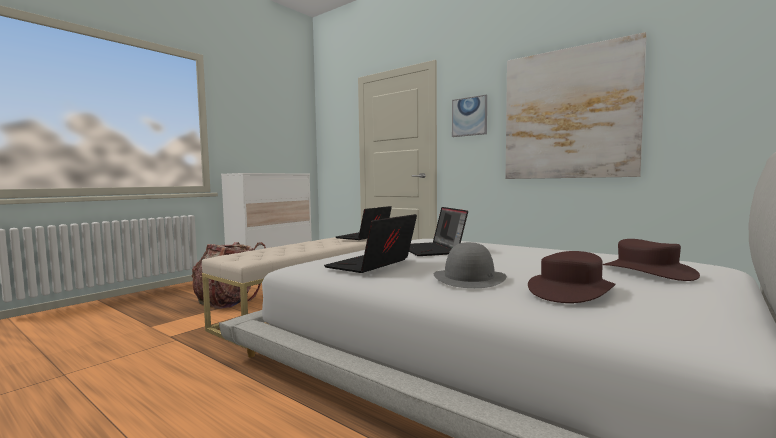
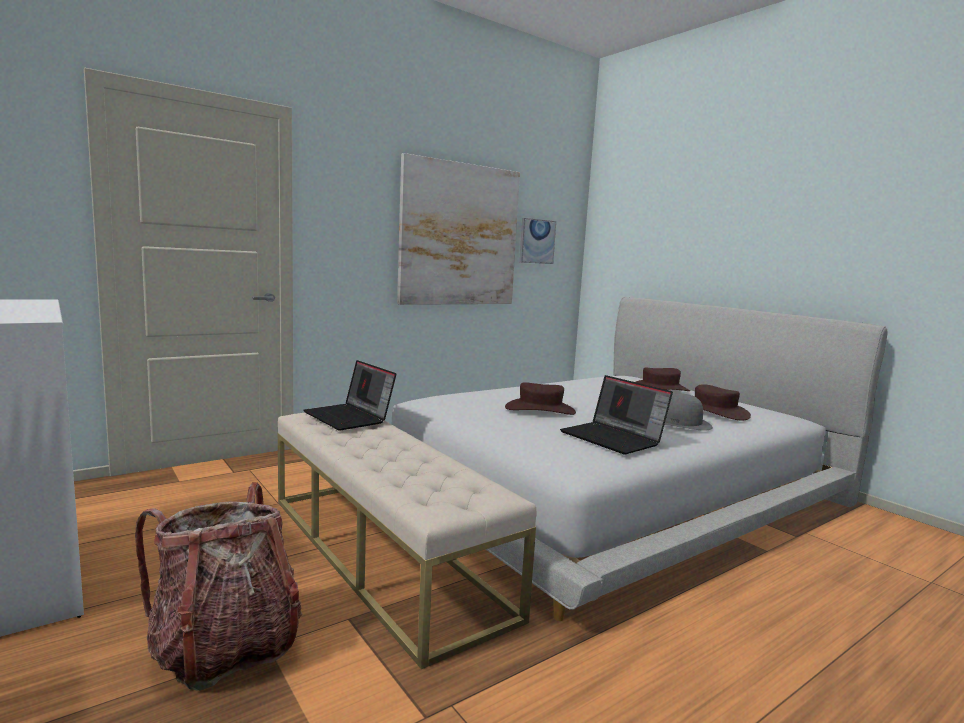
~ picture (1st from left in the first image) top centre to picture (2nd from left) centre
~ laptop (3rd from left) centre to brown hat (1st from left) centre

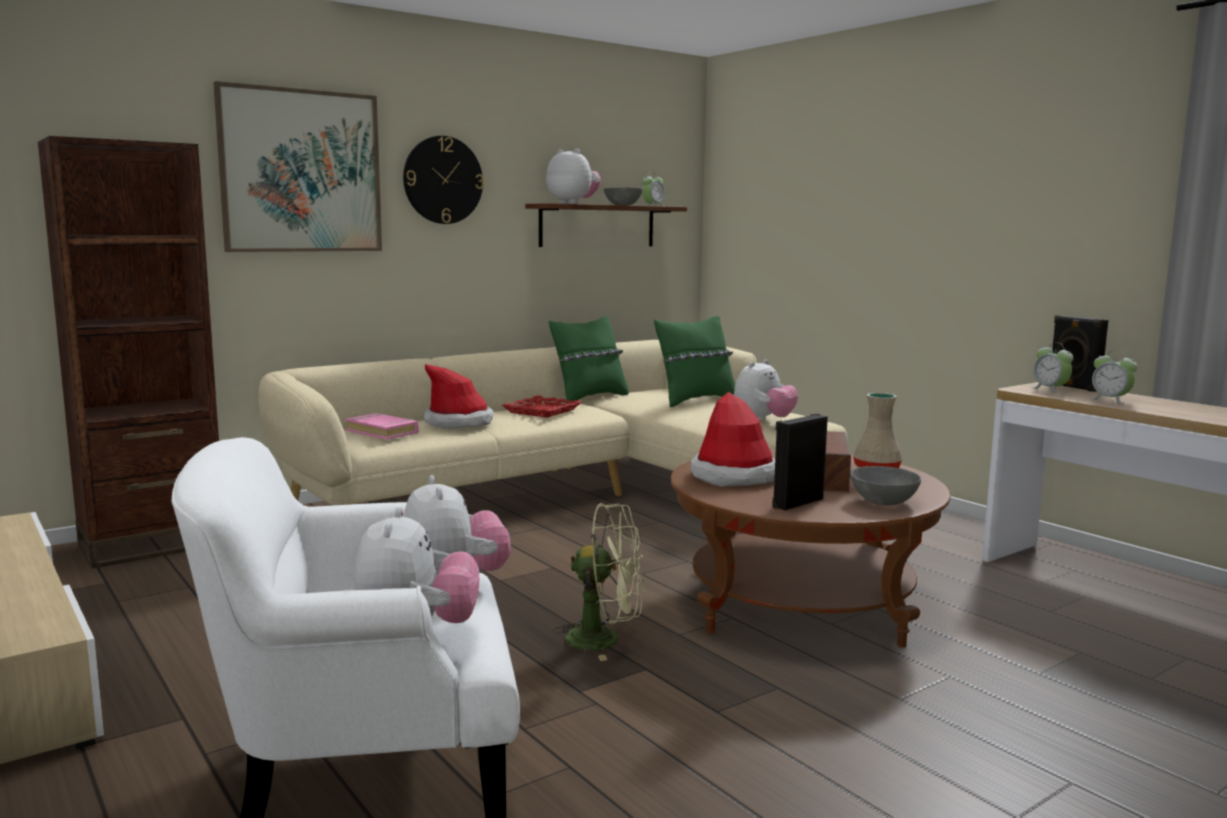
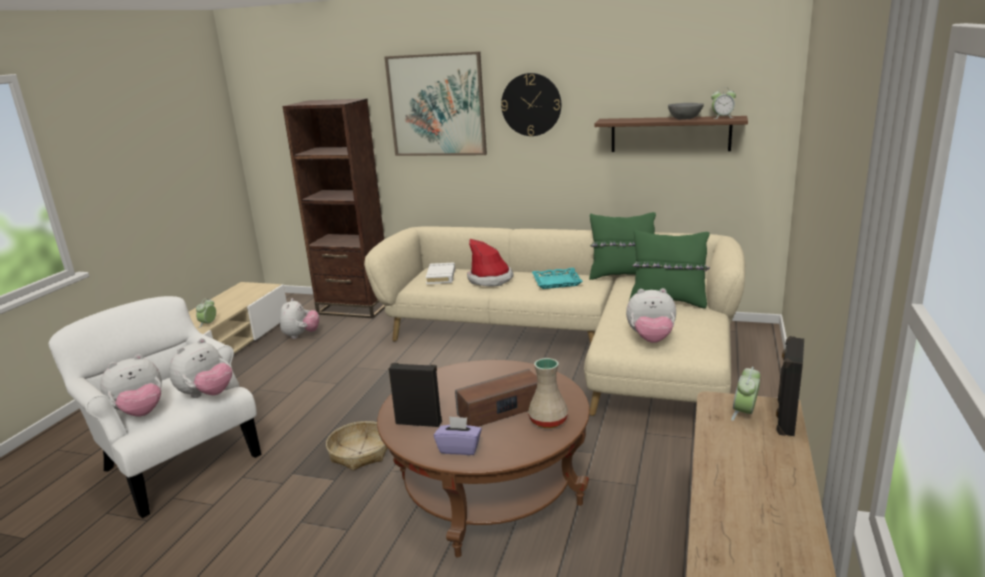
- hat (2nd from left) centre
~ plush toy (3rd from left) top centre to middle left
~ alarm clock (3rd from left in the first image) middle right to alarm clock (1st from left) middle left
~ green fan bottom centre to basket bottom centre
~ grey bowl (2nd from left) middle right to purple tissue box bottom centre
~ pink book middle left to white book centre
~ red tray centre to turquoise tray centre

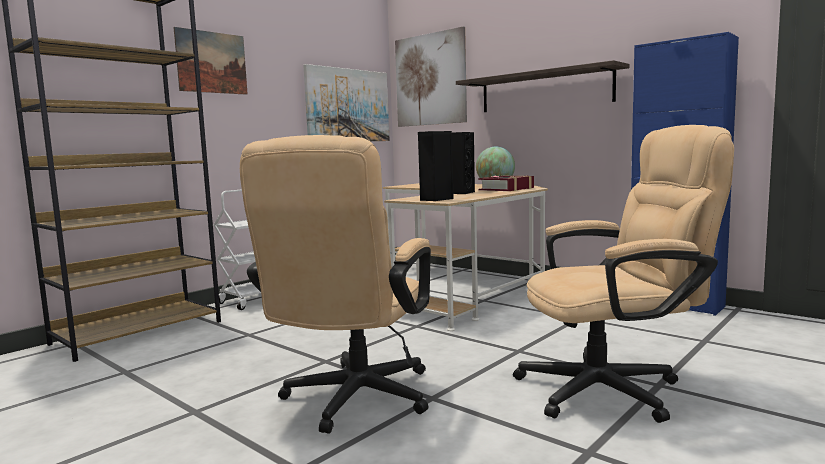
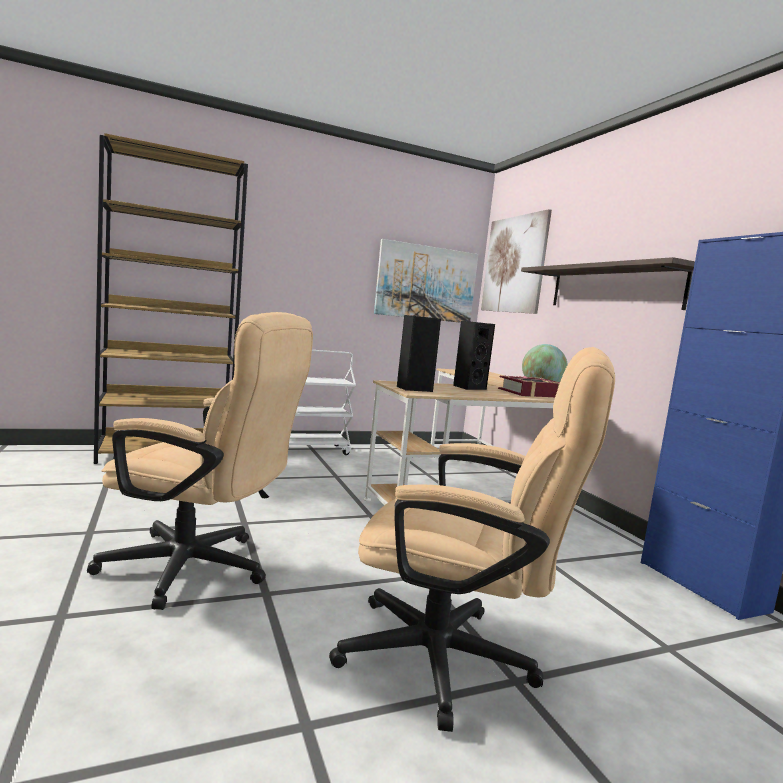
- picture (1st from left) top left
~ beige office chair (1st from left) centre = middle left 120 degrees counterclockwise

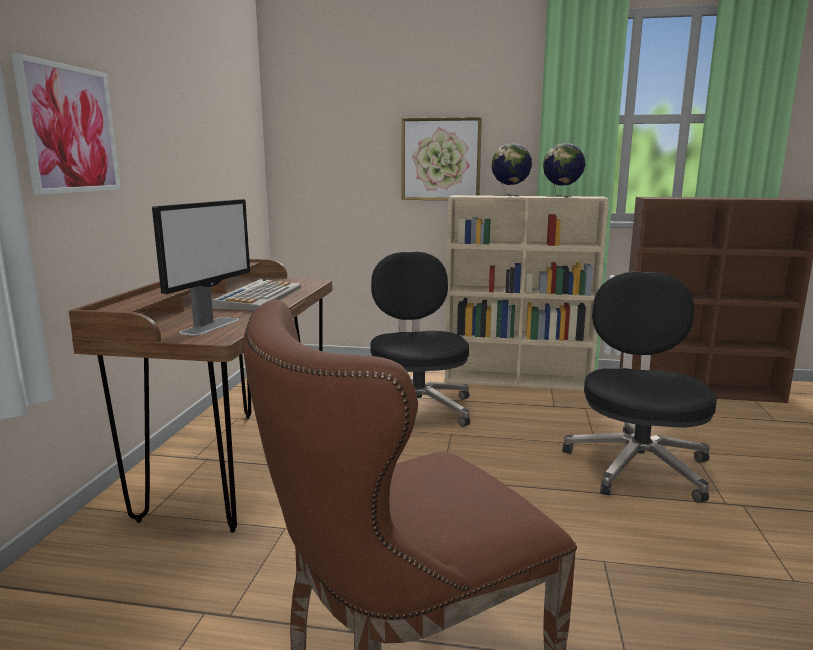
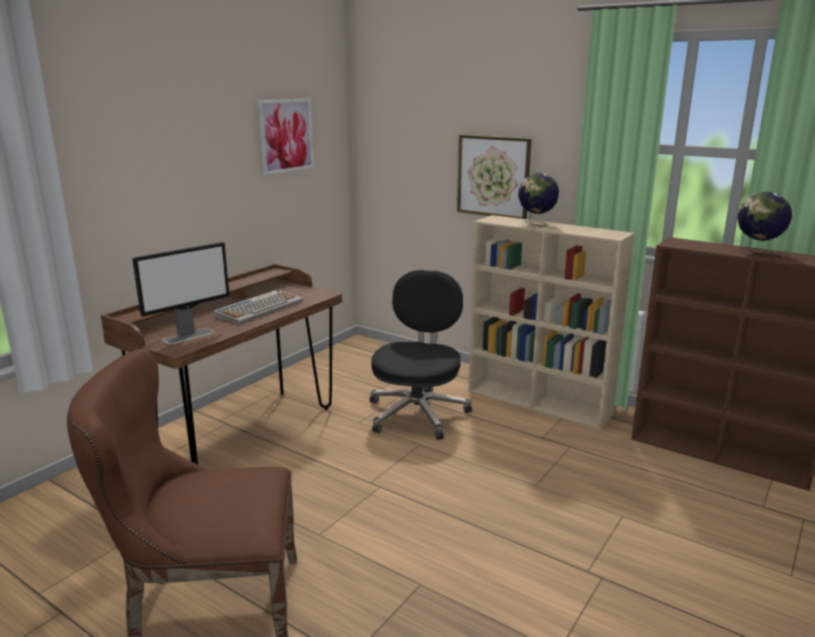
- black office chair (2nd from left) middle right
~ picture (1st from left) top left to top centre
~ globe (2nd from left) top right to middle right

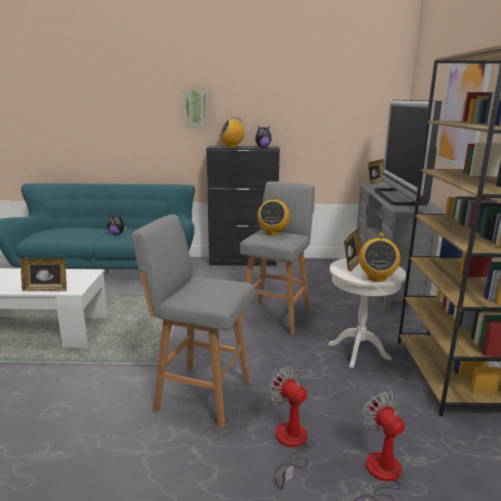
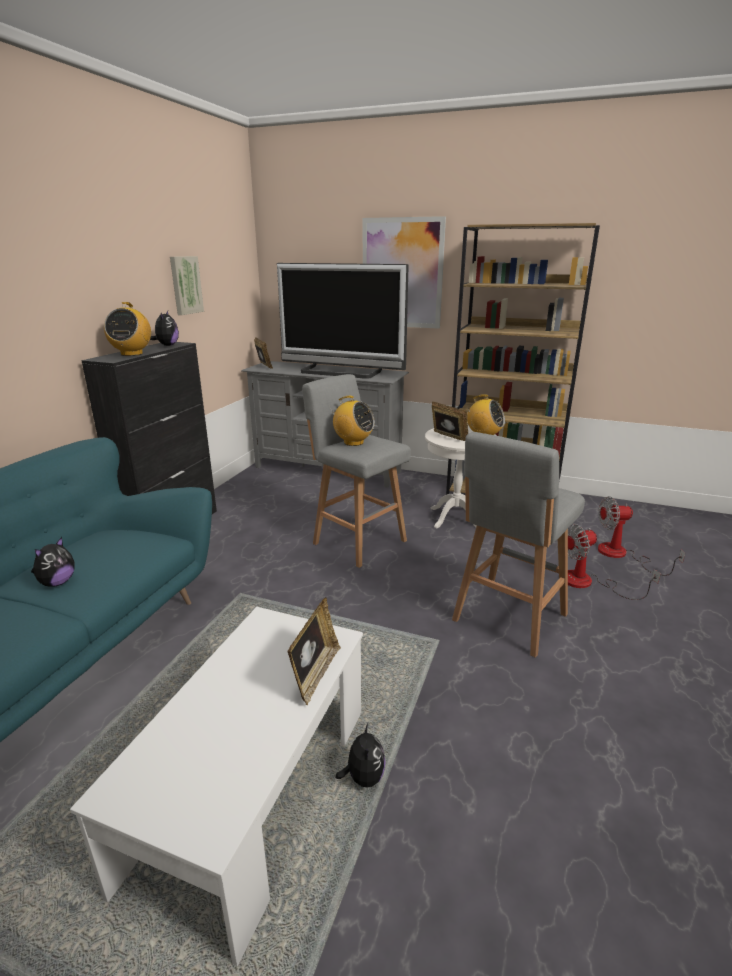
+ plush toy (3rd from left) bottom centre
~ picture (1st from left) top centre to top left

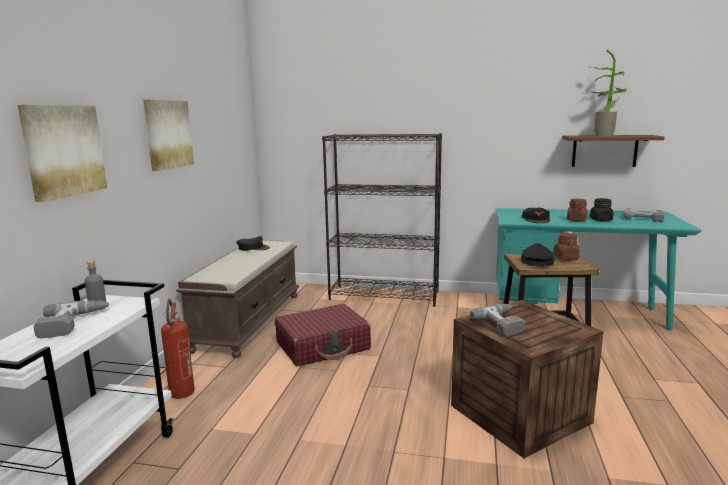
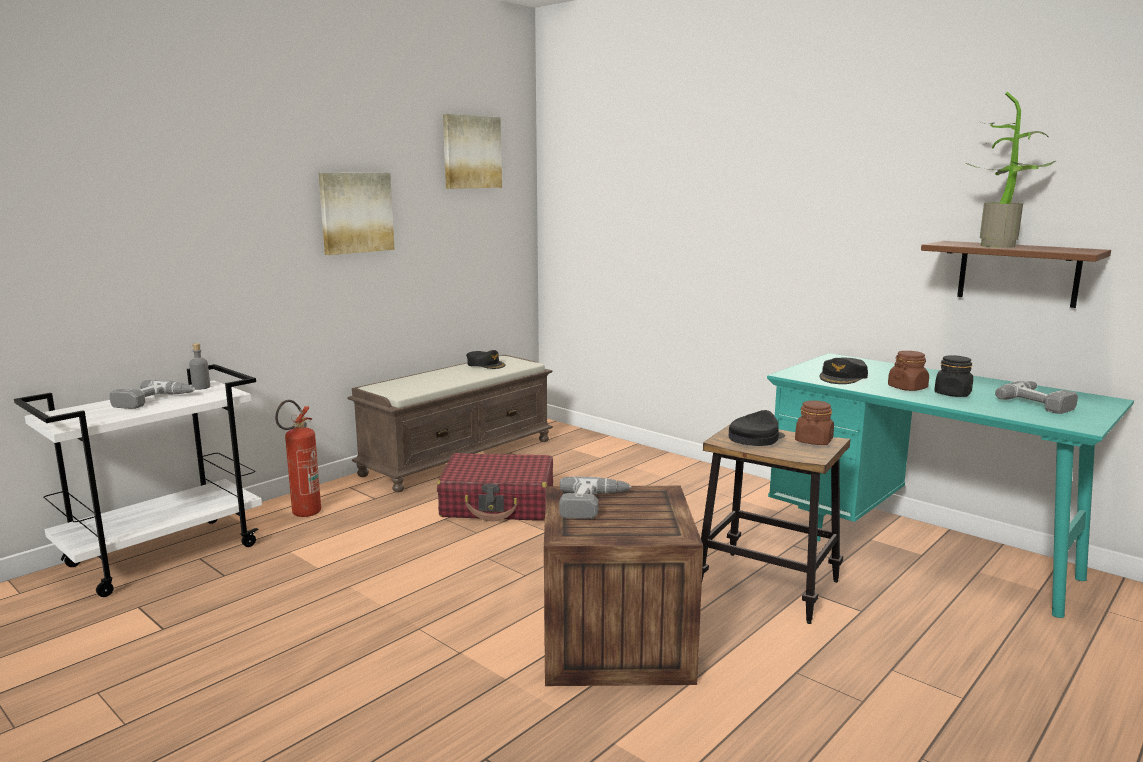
- black bookcase centre
~ picture (1st from left in the first image) top left to picture (2nd from left) top centre

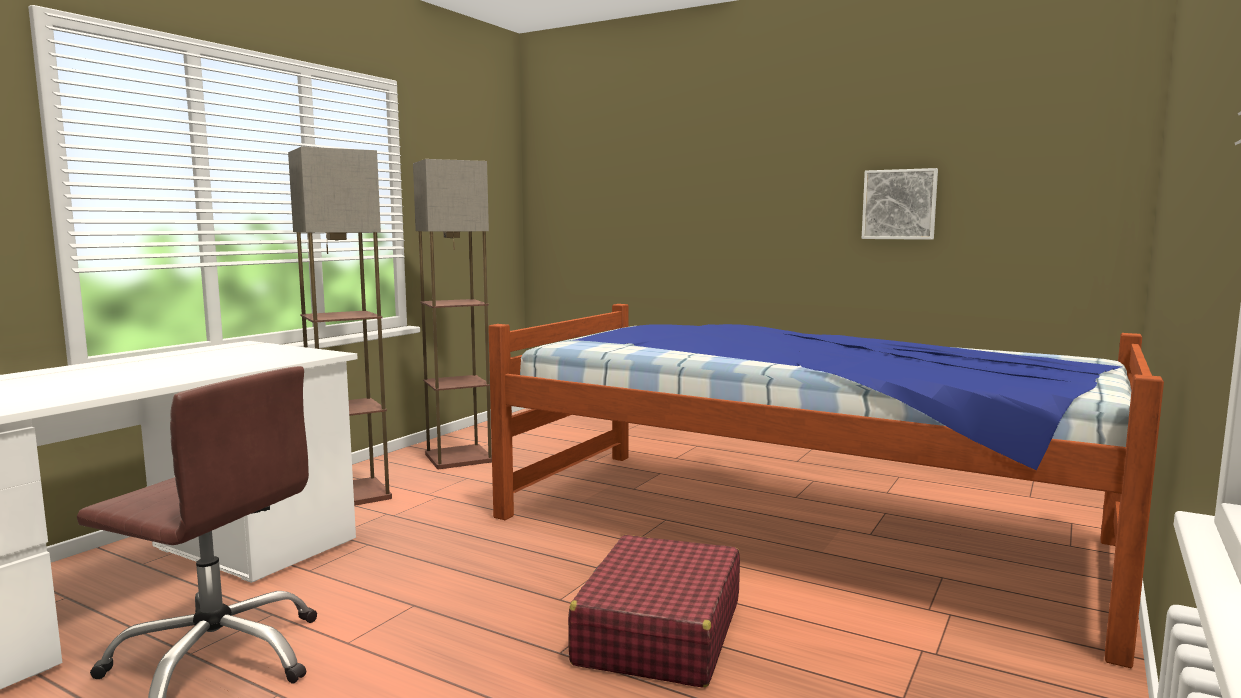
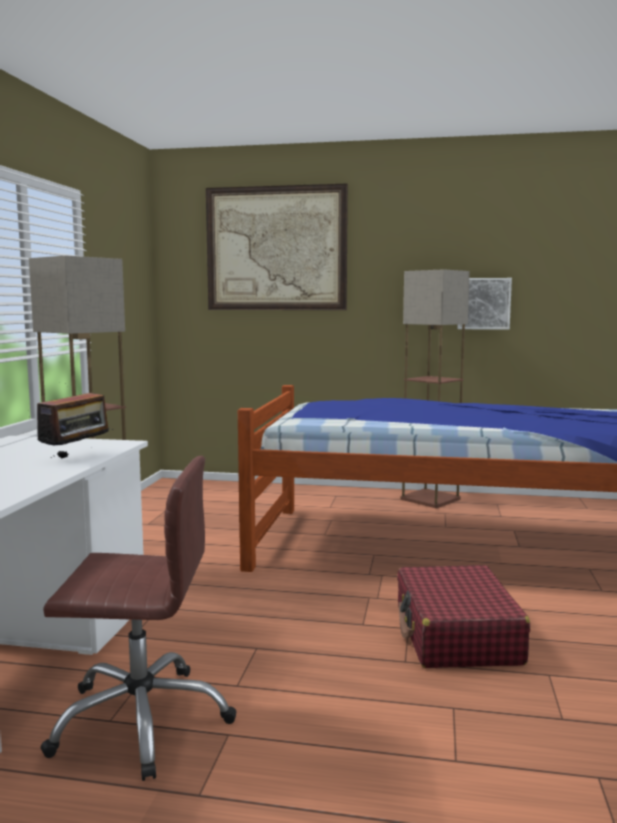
+ radio middle left
+ picture (1st from left) top centre
~ floor lamp (2nd from left) centre to middle right

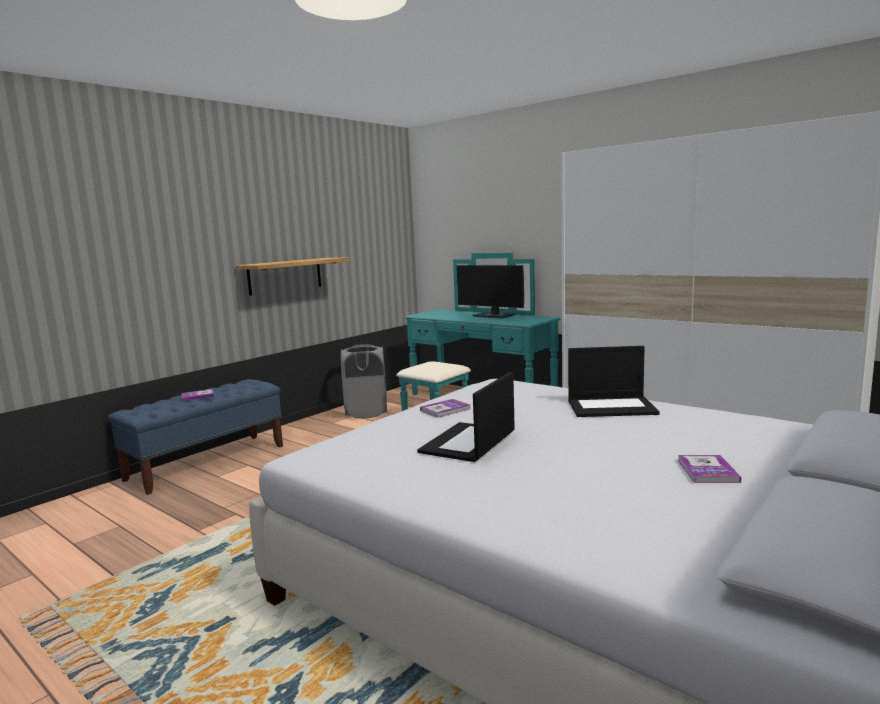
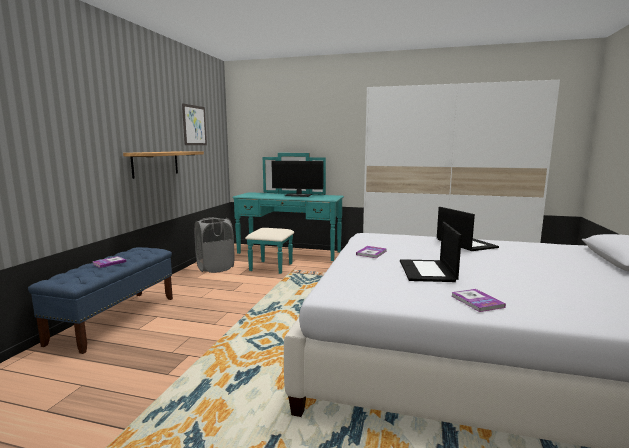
+ picture top left
~ book (3rd from left) middle right to bottom right
~ laptop (2nd from left) middle right = middle right 90 degrees counterclockwise

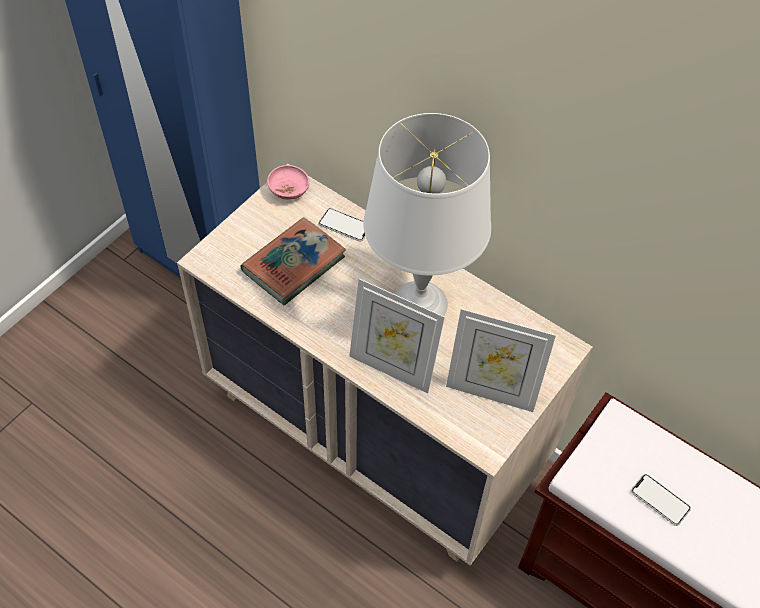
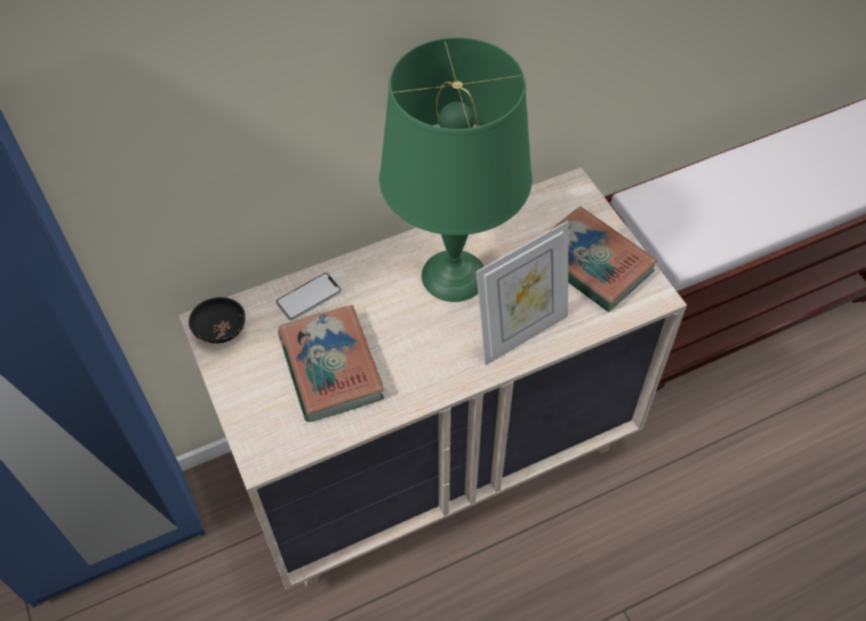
- phone (2nd from left) bottom right
~ picture frame (2nd from left) centre to book (2nd from left) middle right
~ pink bowl top centre to black bowl middle left
~ white table lamp centre to green table lamp top centre

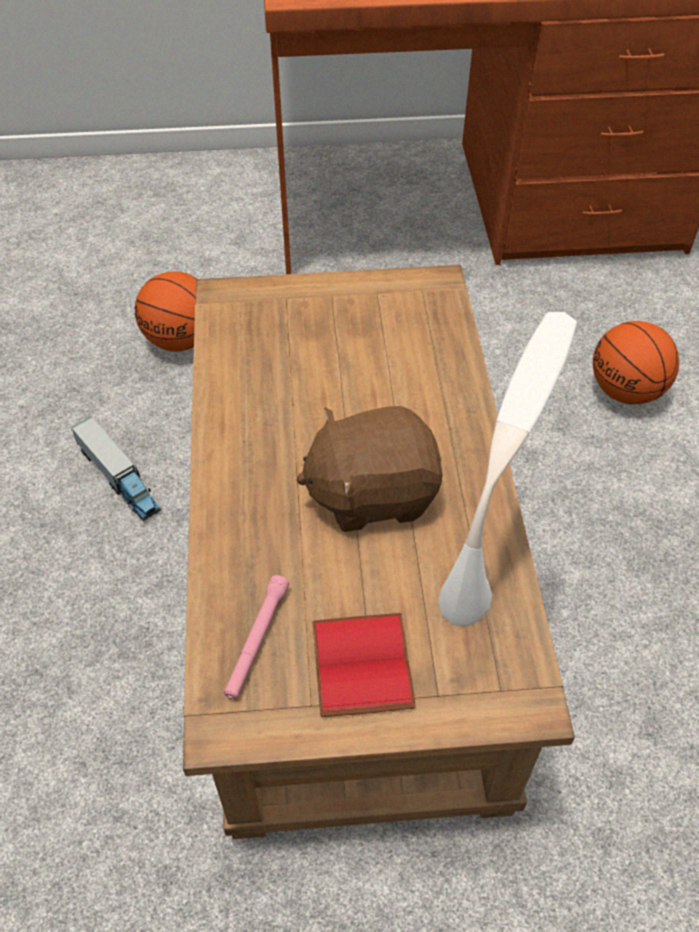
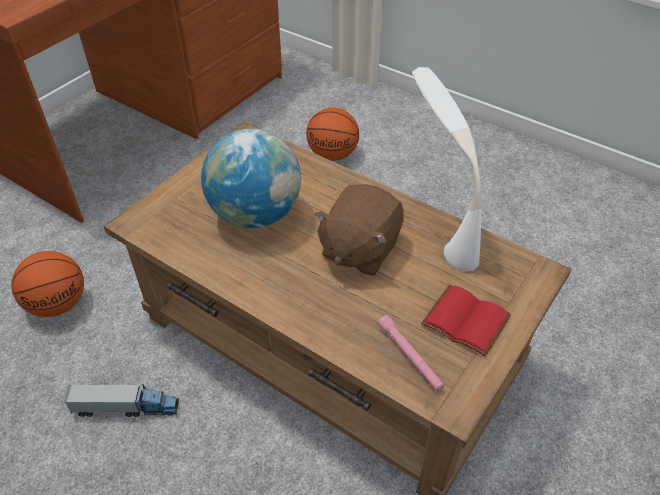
+ globe centre

